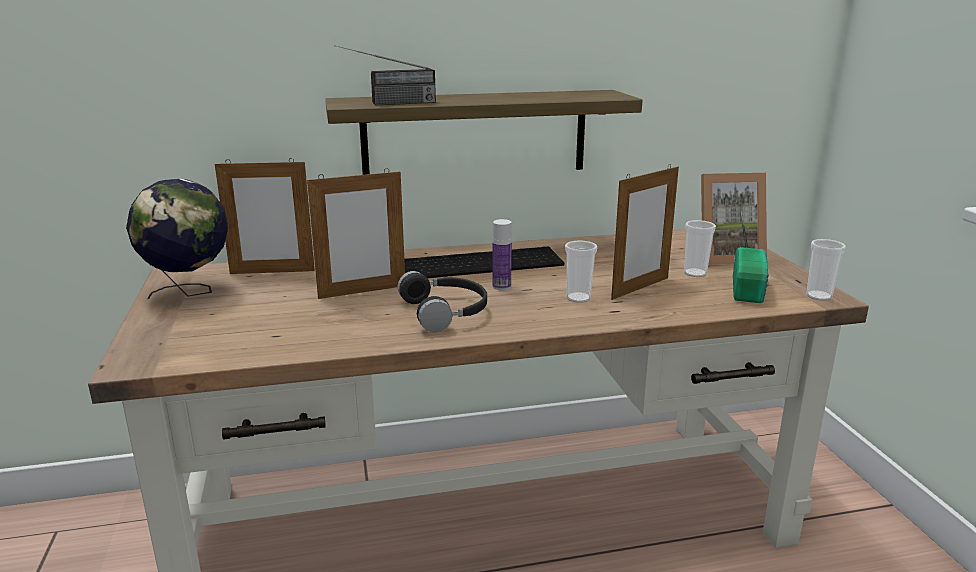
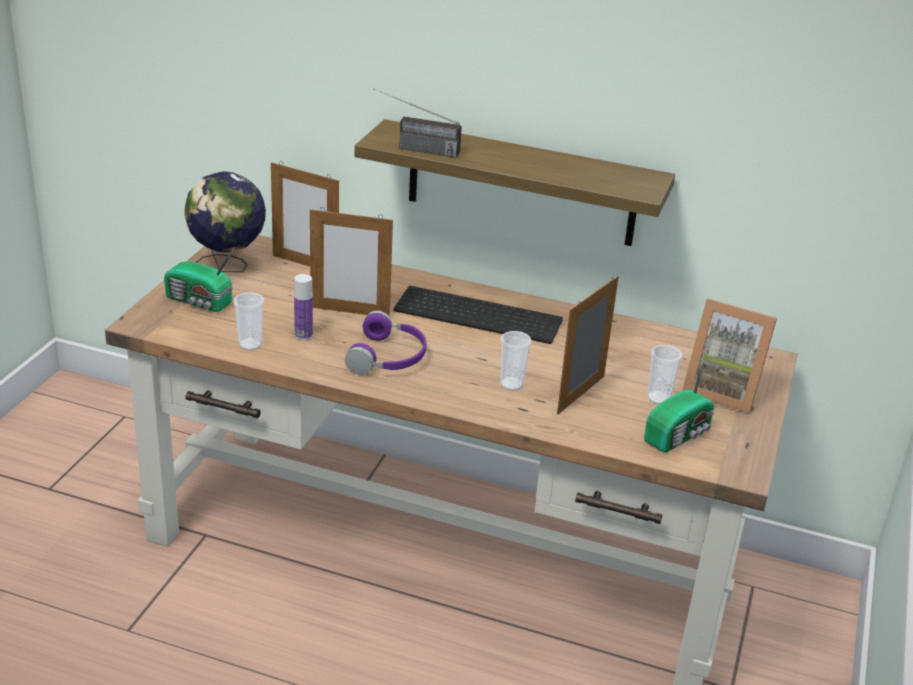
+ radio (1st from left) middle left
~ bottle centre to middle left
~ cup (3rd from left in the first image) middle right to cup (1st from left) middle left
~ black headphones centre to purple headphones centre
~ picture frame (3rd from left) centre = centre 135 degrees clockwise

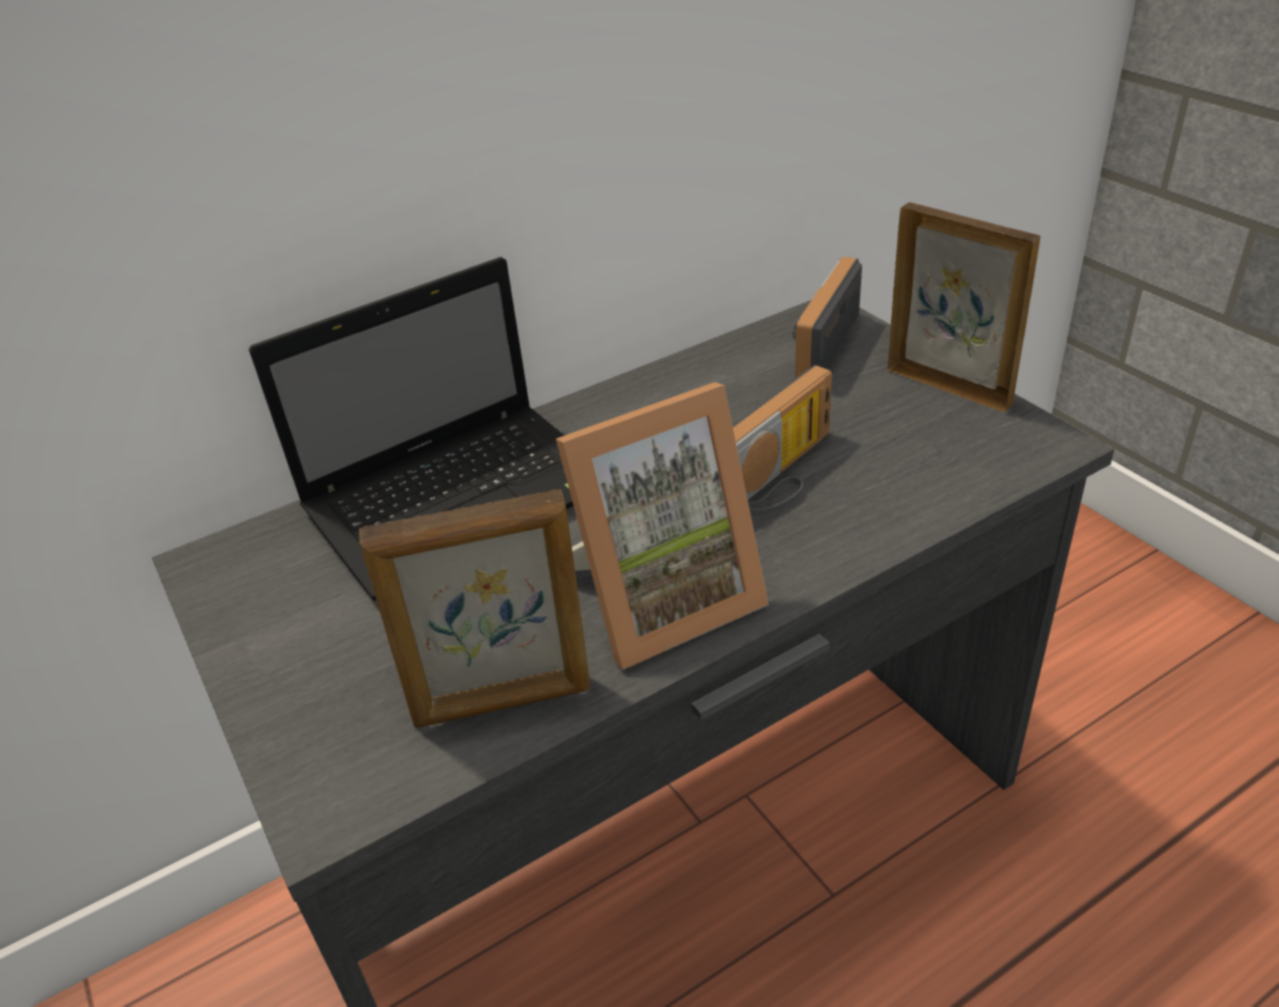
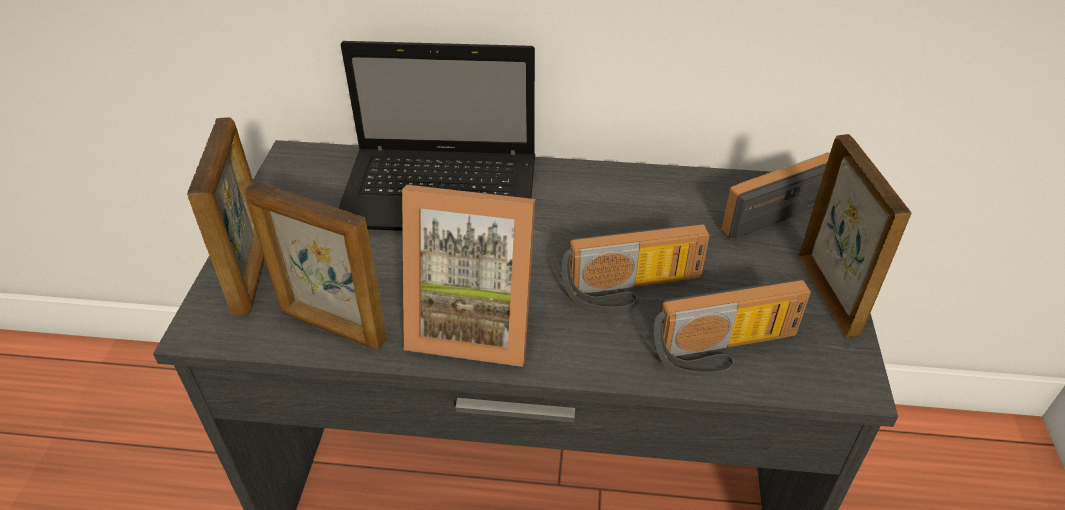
+ picture frame (1st from left) middle left
+ radio (2nd from left) middle right

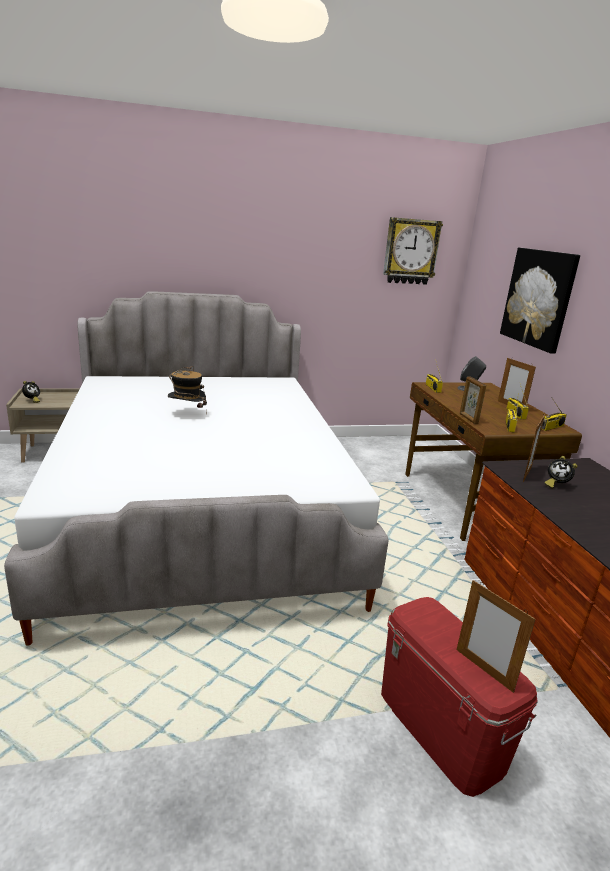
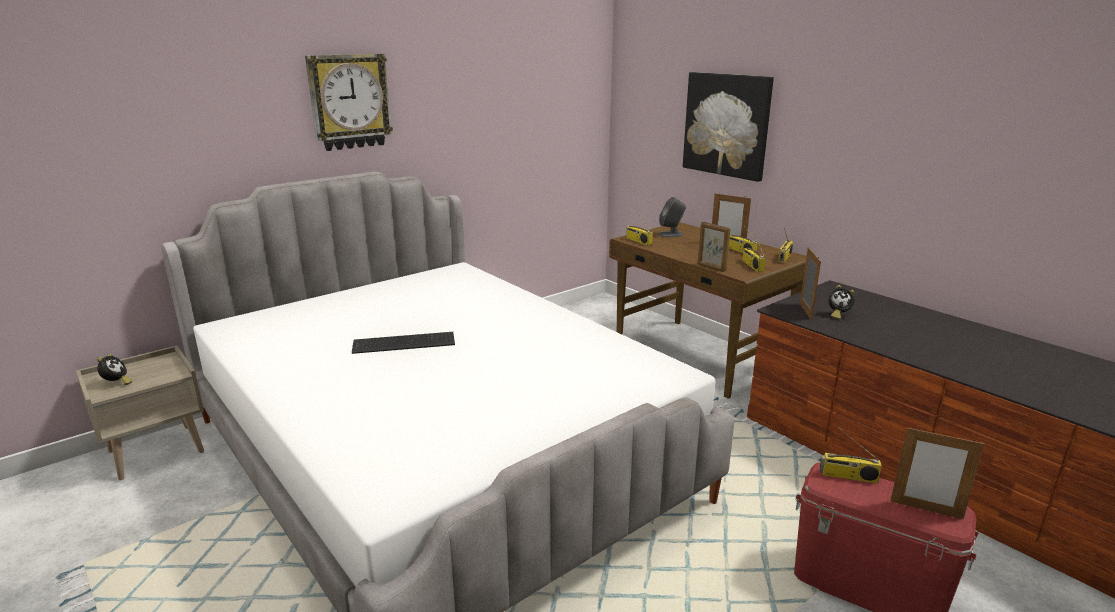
+ radio (5th from left) bottom right
~ wall clock top right to top left
~ hat middle left to keyboard centre

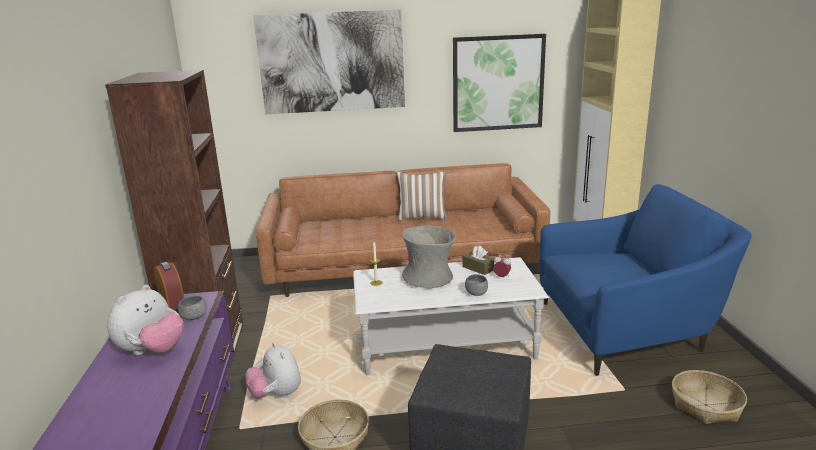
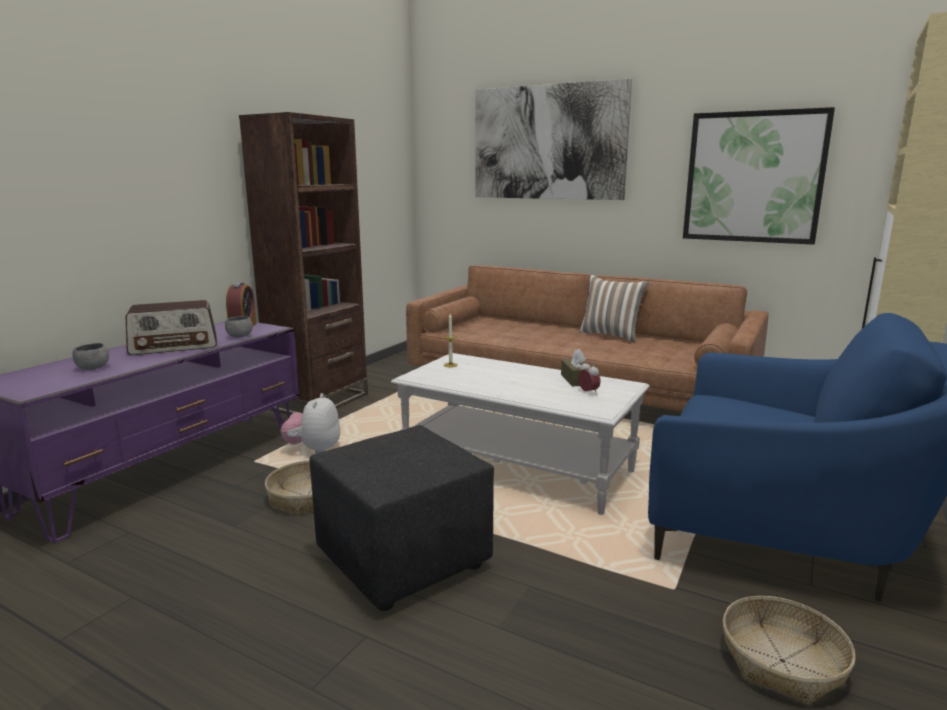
- grey vase centre
~ grey bowl (2nd from left in the first image) centre to grey bowl (1st from left) middle left
~ plush toy (1st from left) bottom left to radio middle left

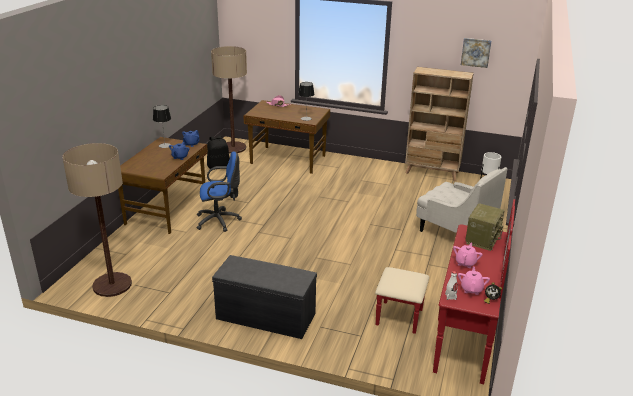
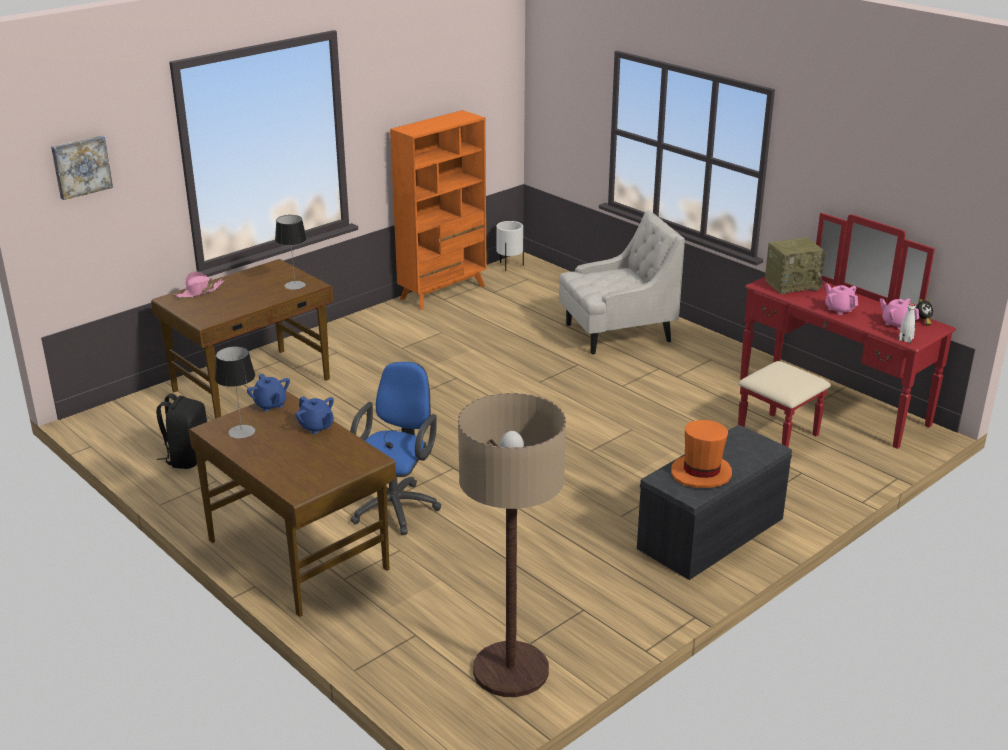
- floor lamp (2nd from left) top centre
+ orange hat middle right
~ picture top right to top left
~ beige bookcase top right to orange bookcase top centre
~ radio middle right = middle right 105 degrees clockwise

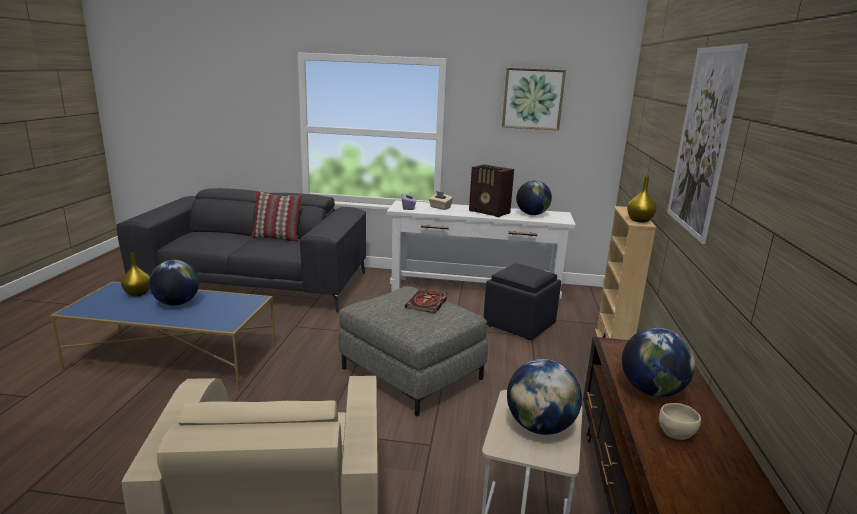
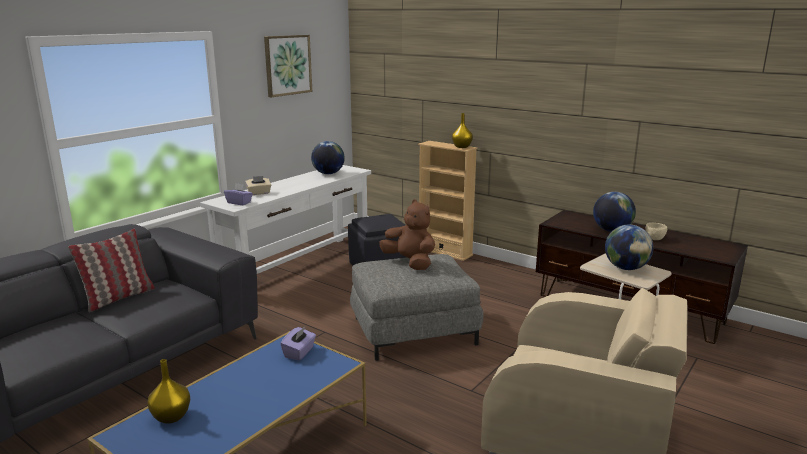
- globe (1st from left) middle left
- radio centre
- picture (2nd from left) top right
+ purple tissue box (2nd from left) bottom centre
~ book centre to brown plush toy centre

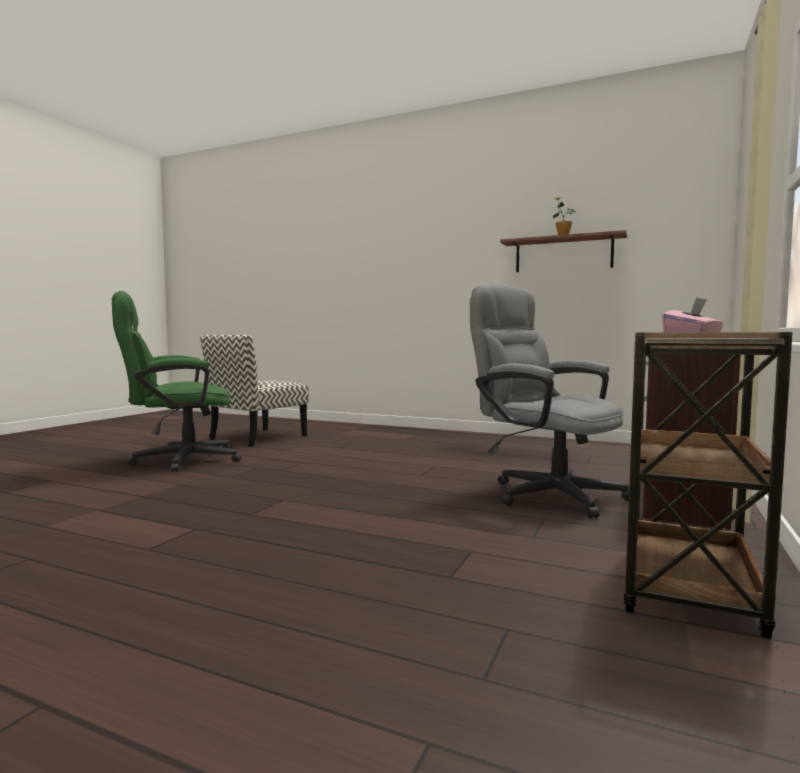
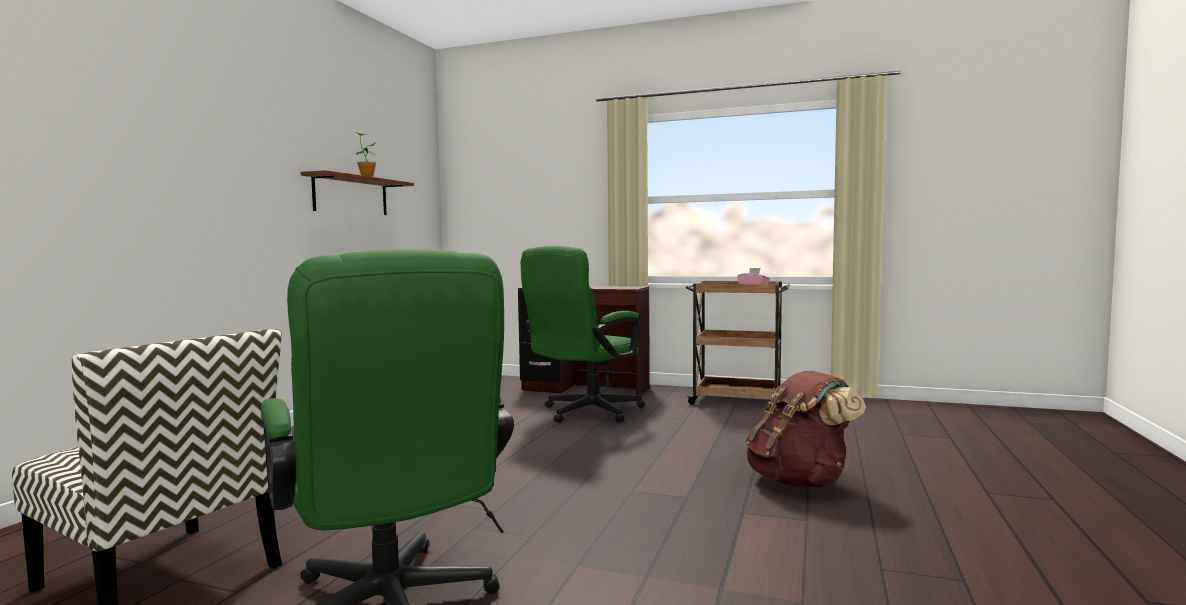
+ brown backpack bottom right
~ grey office chair middle right to green office chair (2nd from left) centre

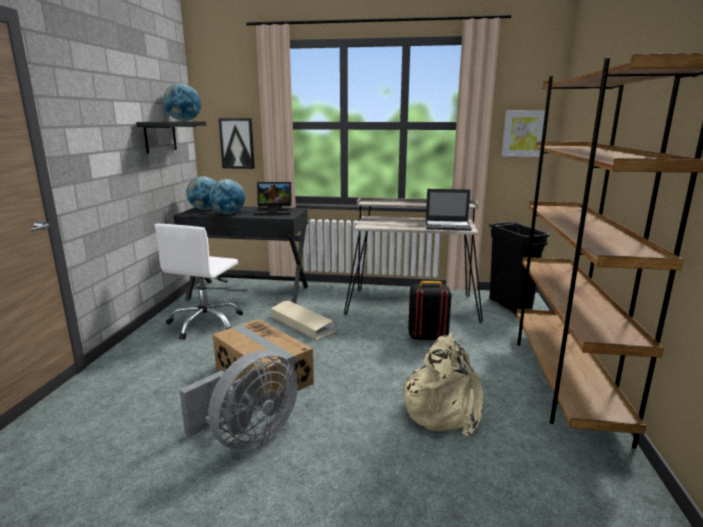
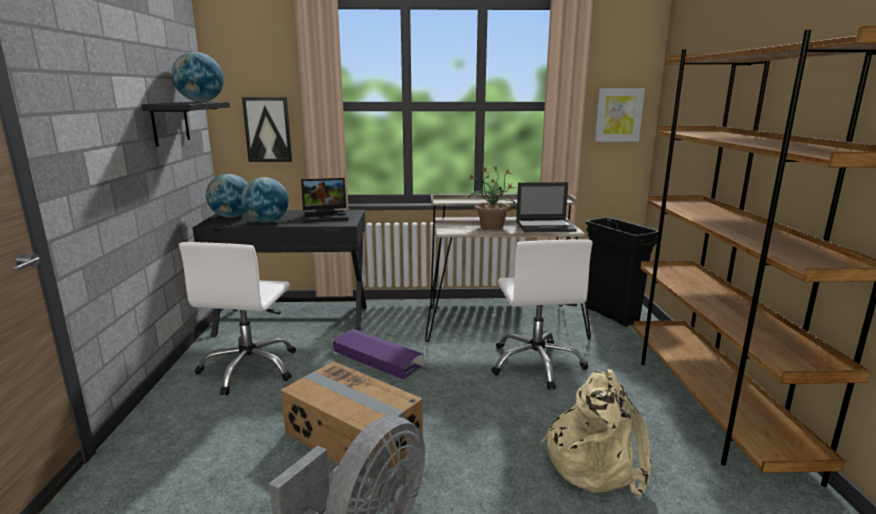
+ potted plant centre
~ black backpack centre to white office chair (2nd from left) centre
~ beige storage box centre to purple storage box bottom centre

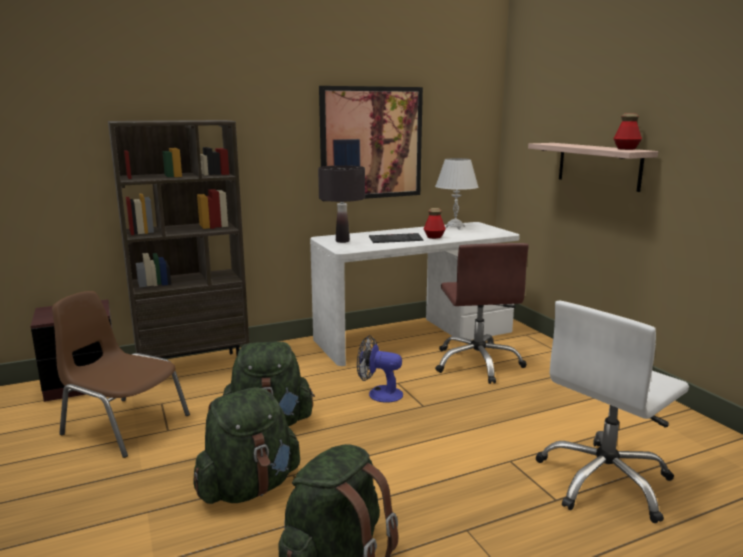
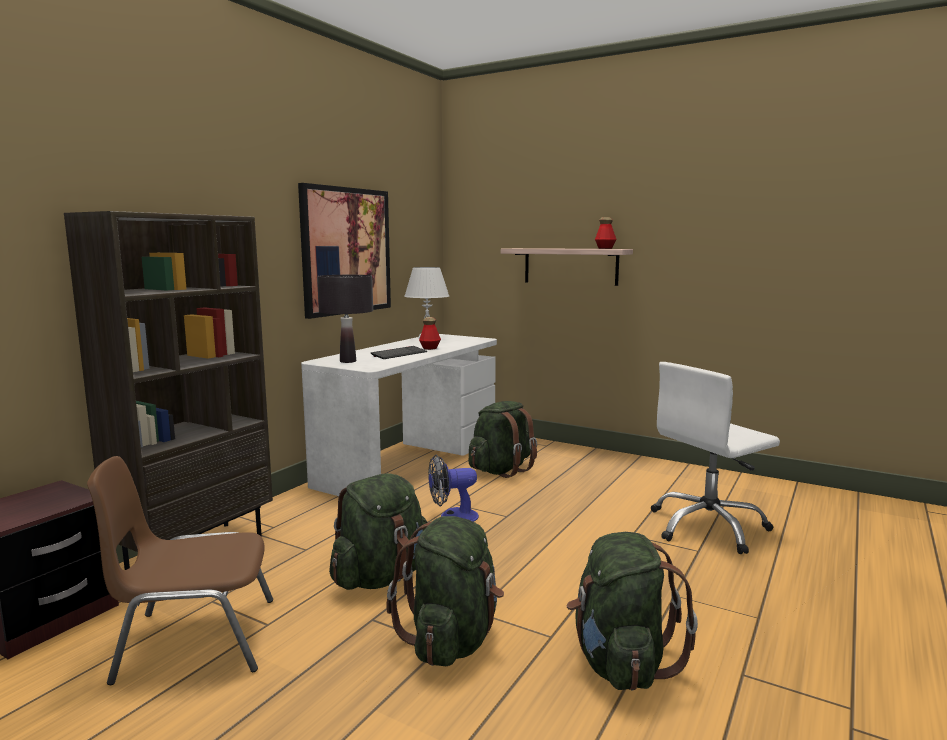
~ brown office chair centre to green backpack (3rd from left) centre
~ white office chair bottom right = middle right 45 degrees clockwise

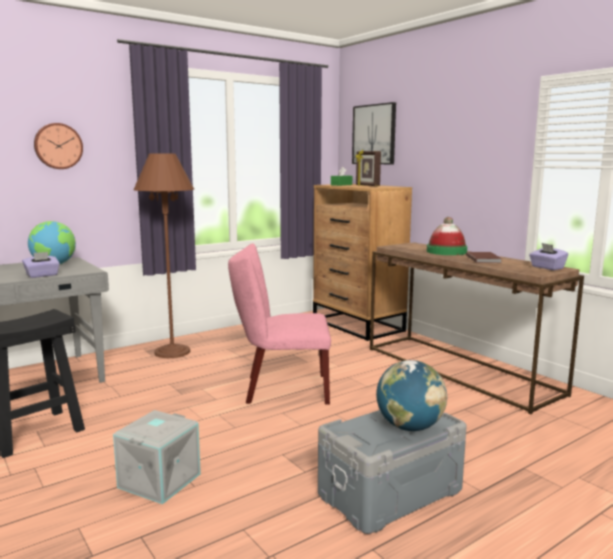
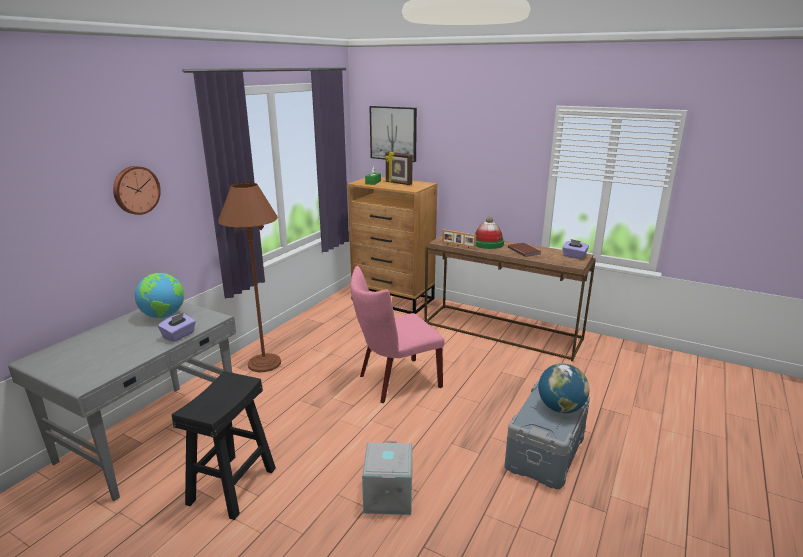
+ picture frame (2nd from left) centre

